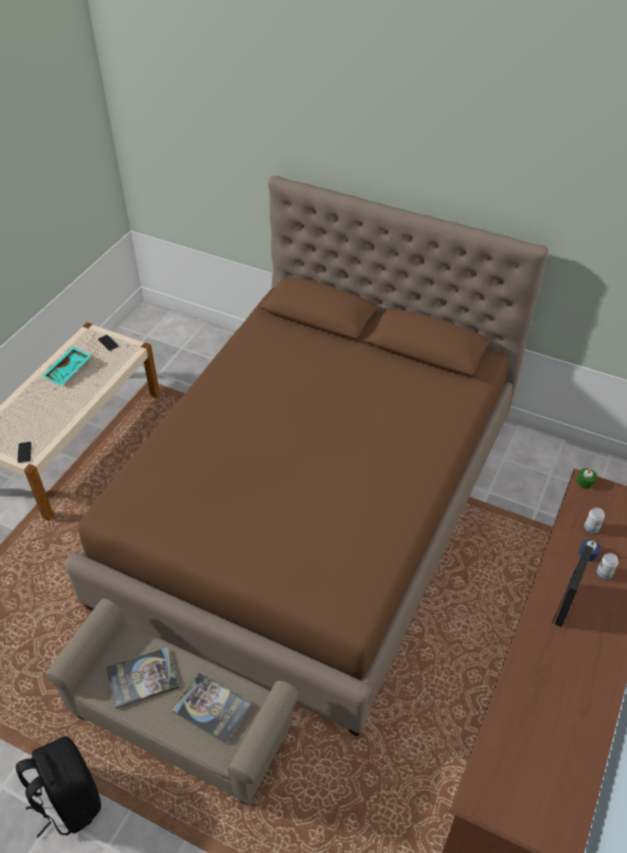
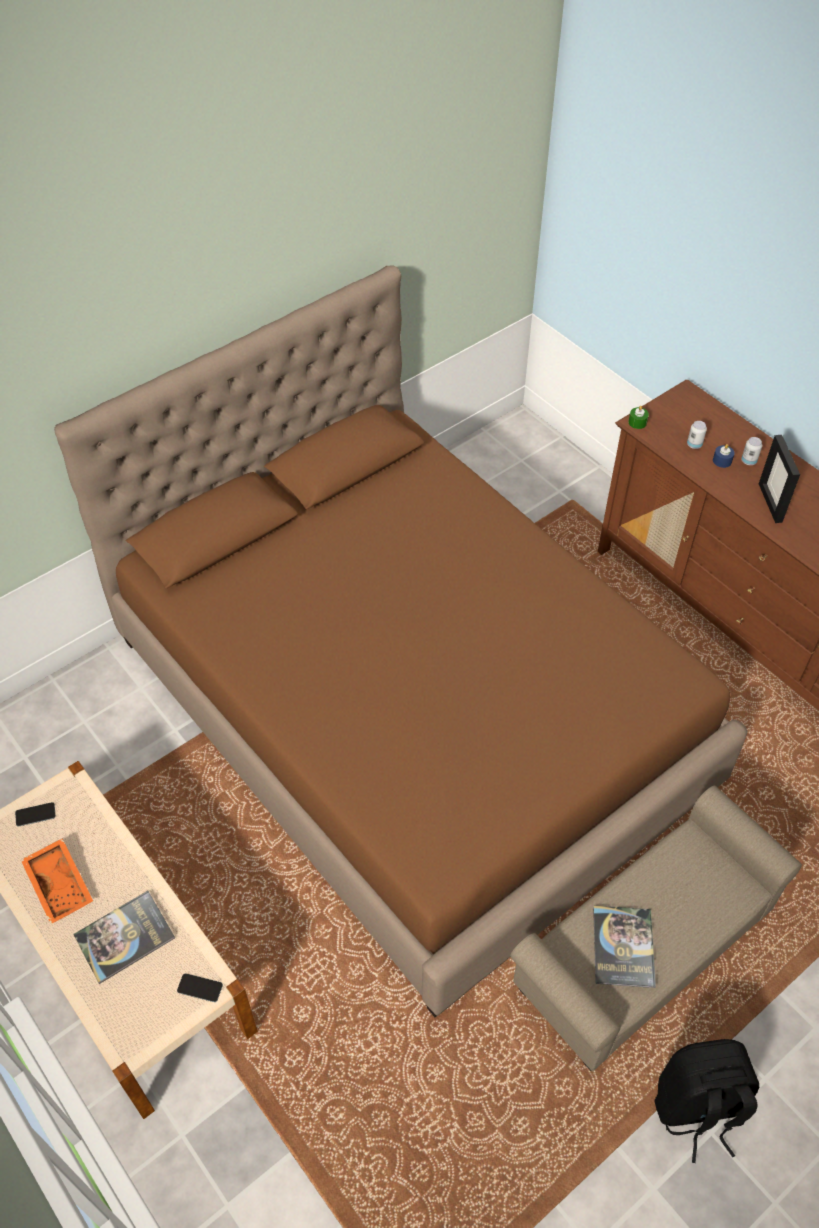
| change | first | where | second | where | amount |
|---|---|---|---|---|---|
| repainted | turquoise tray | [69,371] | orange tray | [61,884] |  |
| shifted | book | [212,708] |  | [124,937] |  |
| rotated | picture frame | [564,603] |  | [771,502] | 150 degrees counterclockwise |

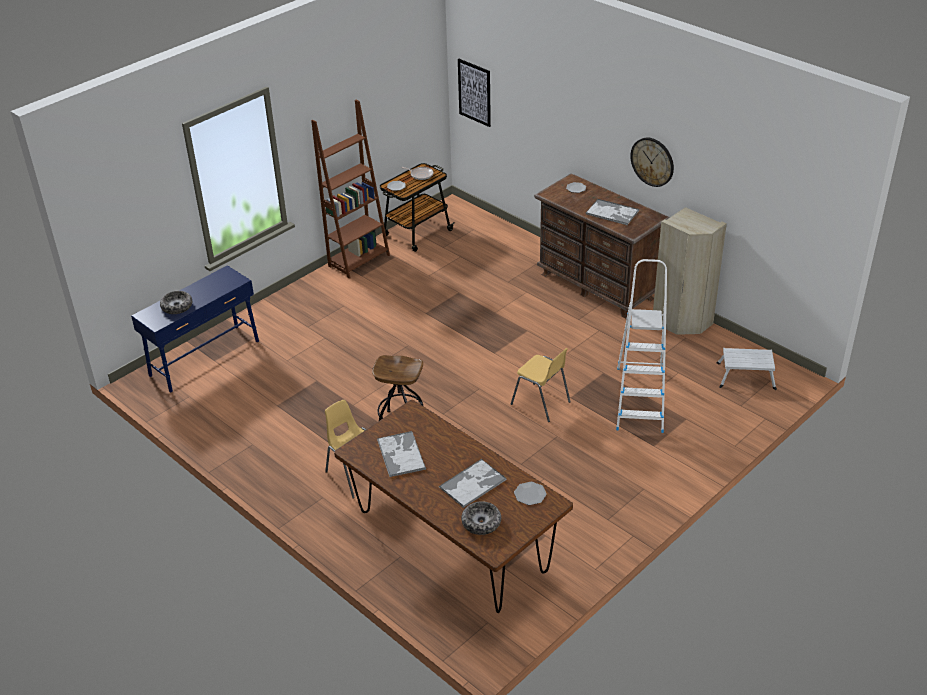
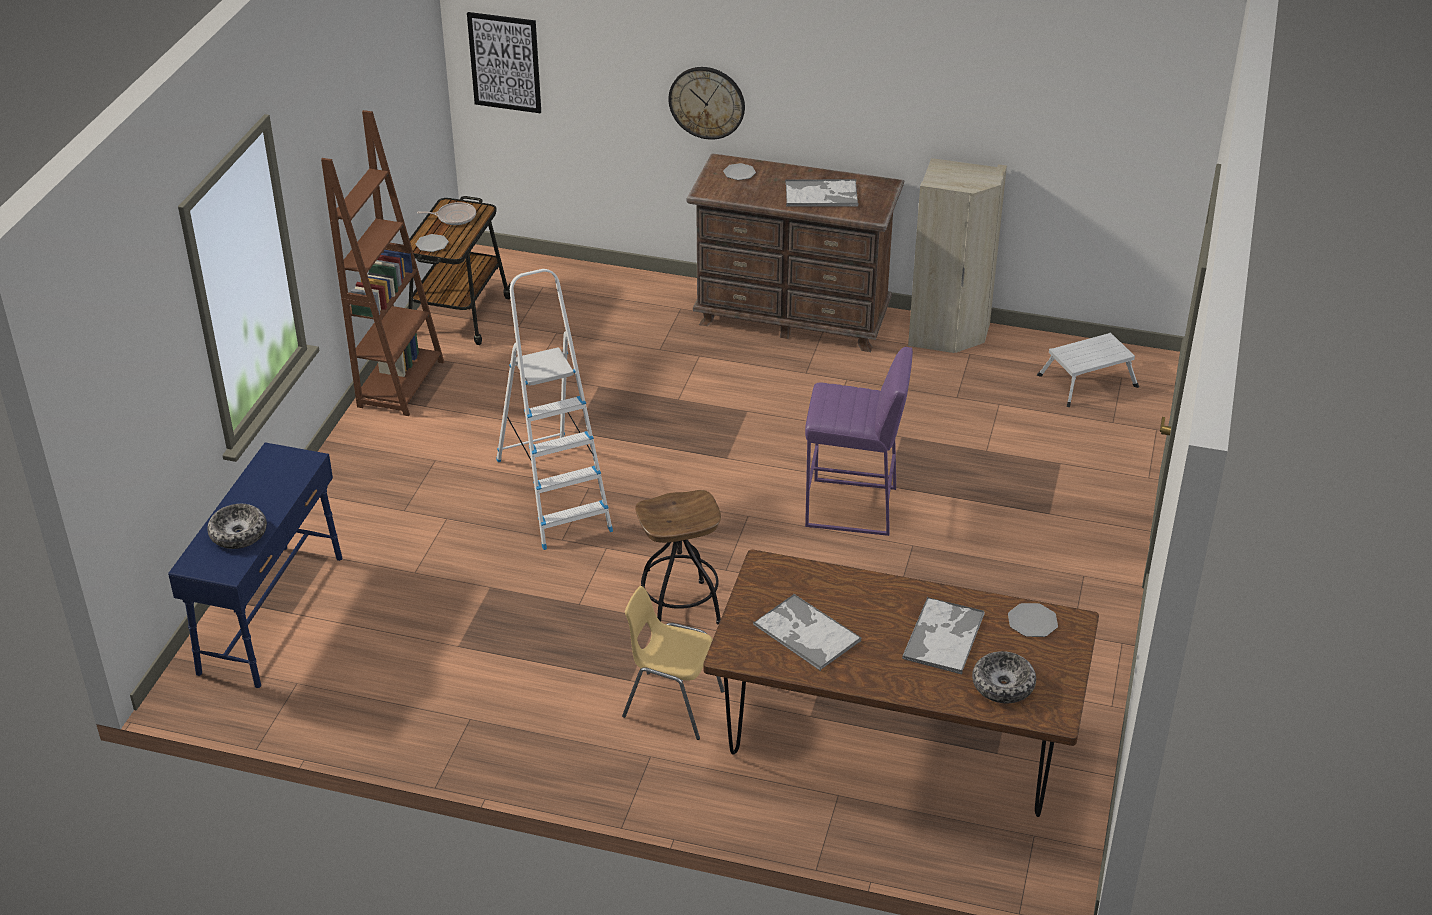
| change | first | where | second | where | amount |
|---|---|---|---|---|---|
| shifted | white step ladder | [639,399] |  | [554,495] |  |
| shifted | wall clock | [652,161] |  | [707,102] |  |
| swapped | yellow chair | [541,403] | purple stool | [853,507] |  |

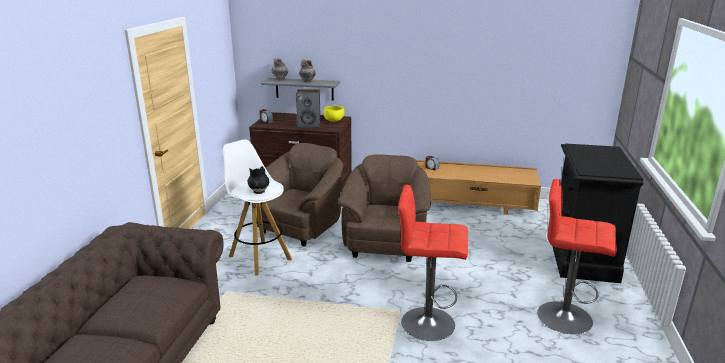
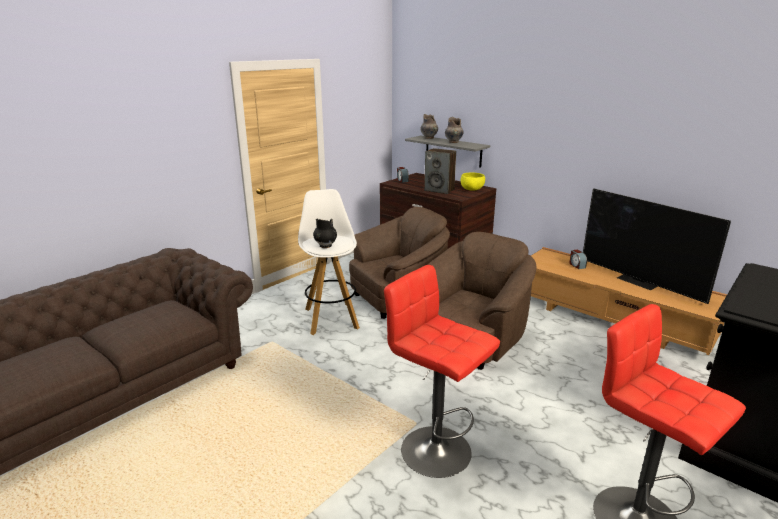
| change | first | where | second | where | amount |
|---|---|---|---|---|---|
| new |  |  | television | [639,281] |  |

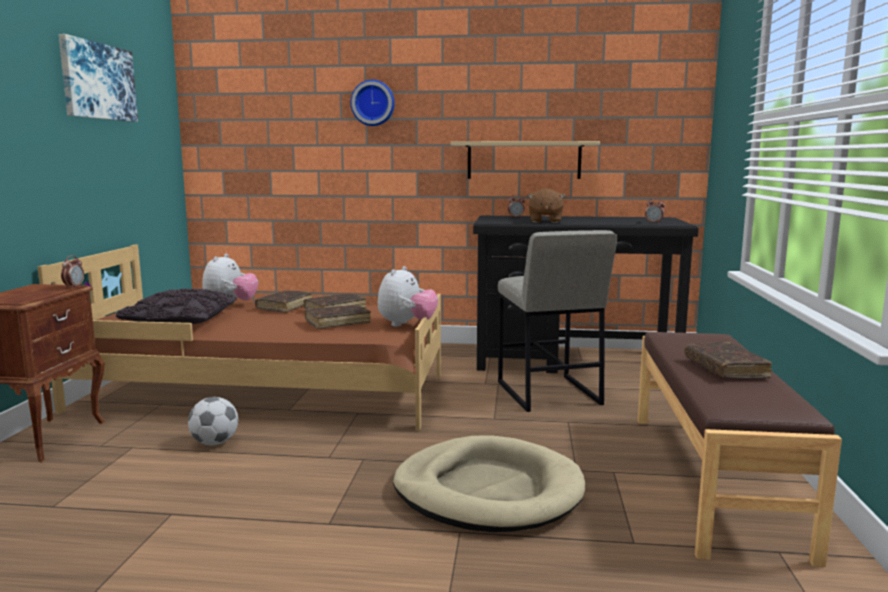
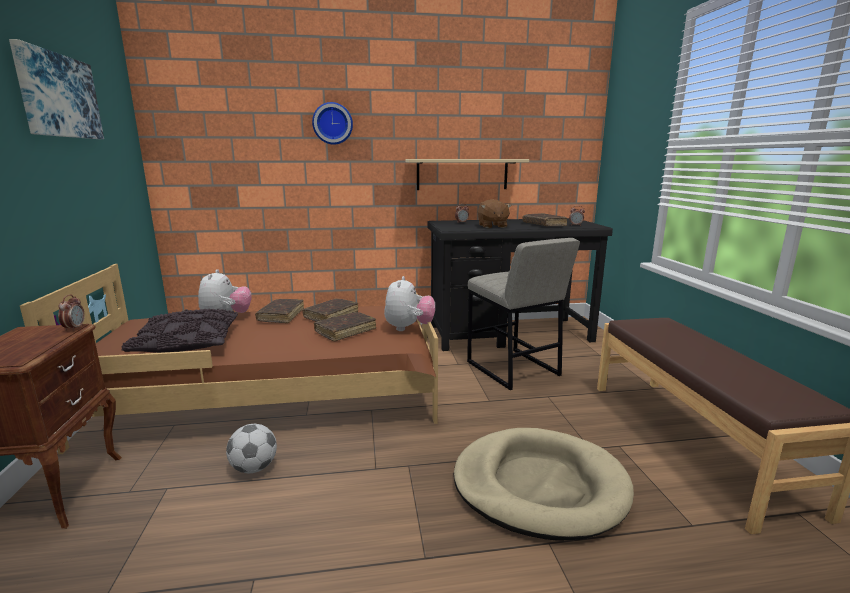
| change | first | where | second | where | amount |
|---|---|---|---|---|---|
| shifted | brown book | [725,369] |  | [544,225] |  |

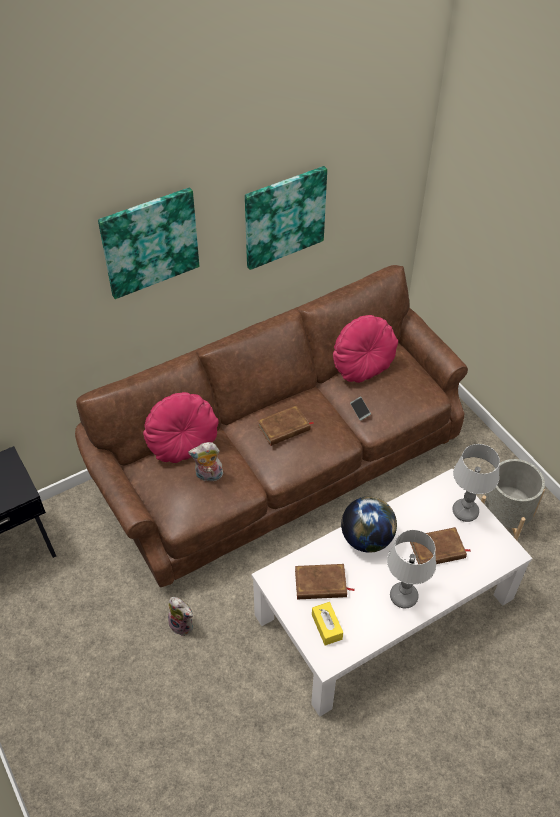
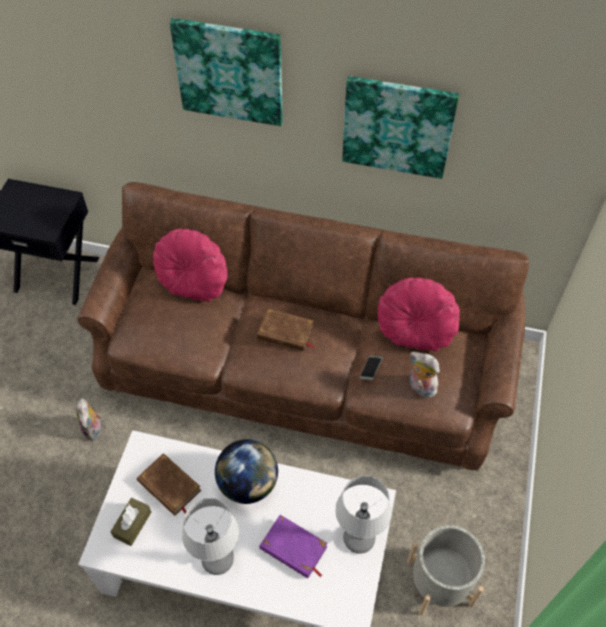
| change | first | where | second | where | amount |
|---|---|---|---|---|---|
| repainted | yellow tissue box | [326,627] | brown tissue box | [132,524] |  |
| repainted | brown book | [437,550] | purple book | [293,548] |  |
| shifted | plush toy | [208,476] |  | [420,387] |  |

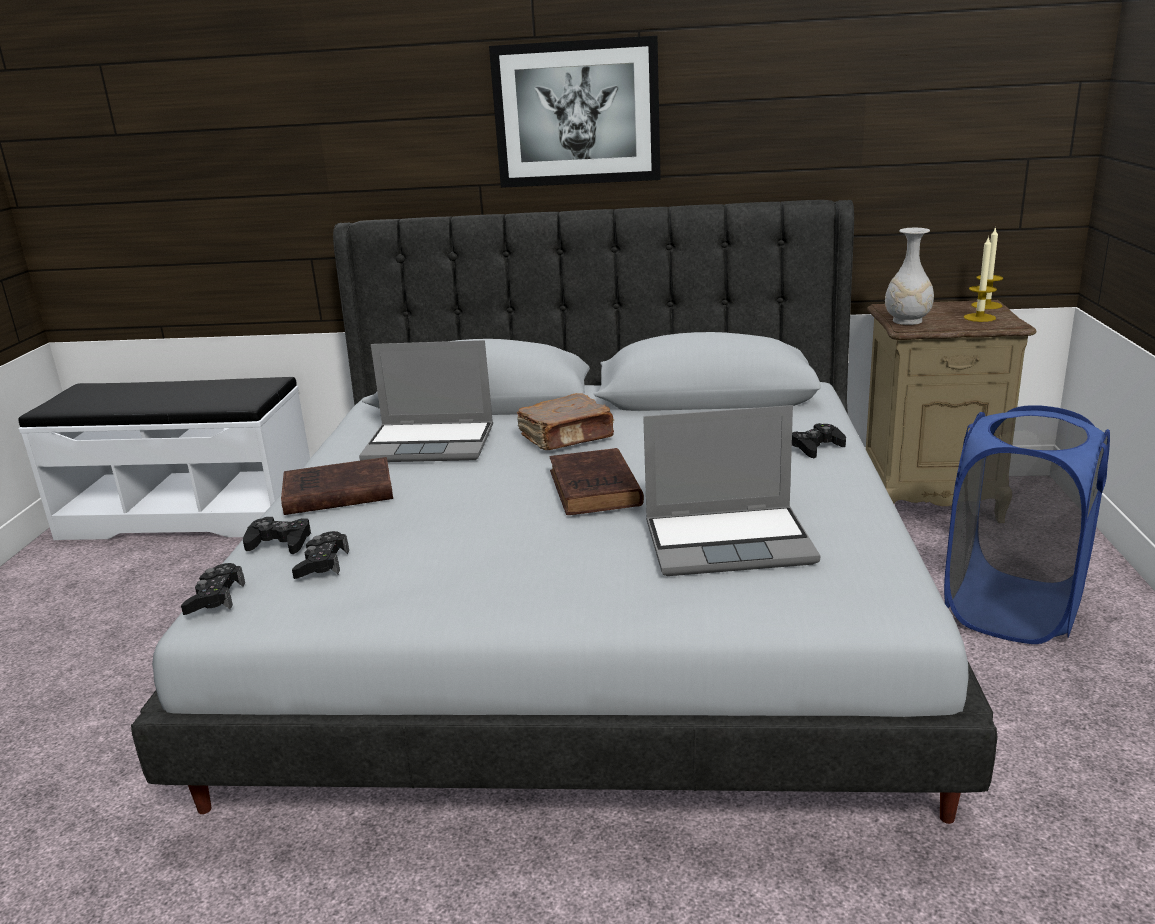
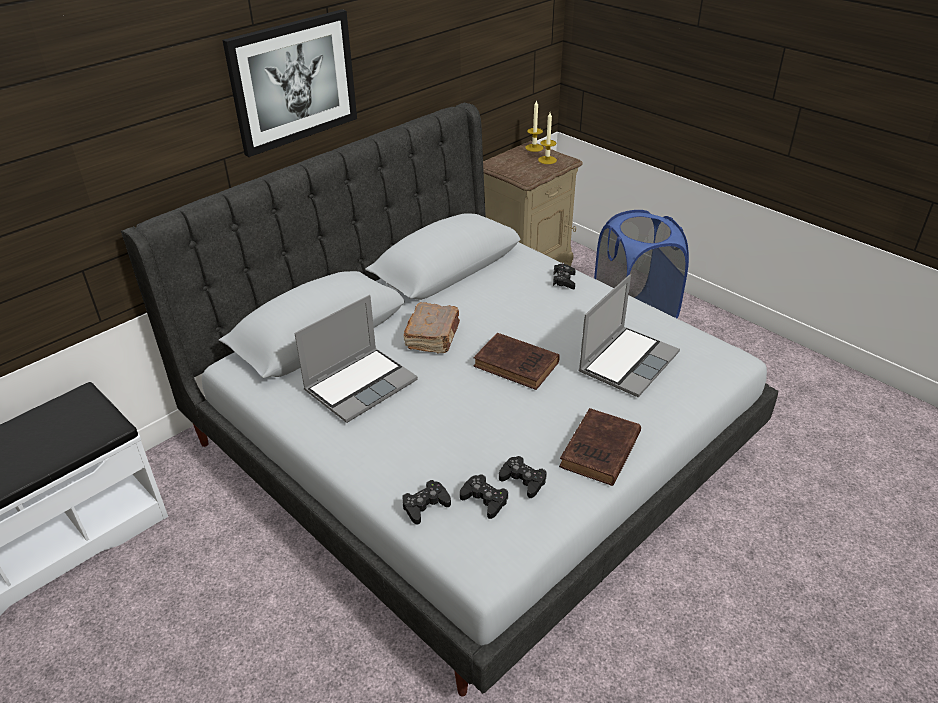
| change | first | where | second | where | amount |
|---|---|---|---|---|---|
| shifted | black game controller | [215,598] |  | [523,480] |  |
| shifted | brown book | [335,494] |  | [599,452] |  |
| gone | white vase | [906,321] |  |  |  |

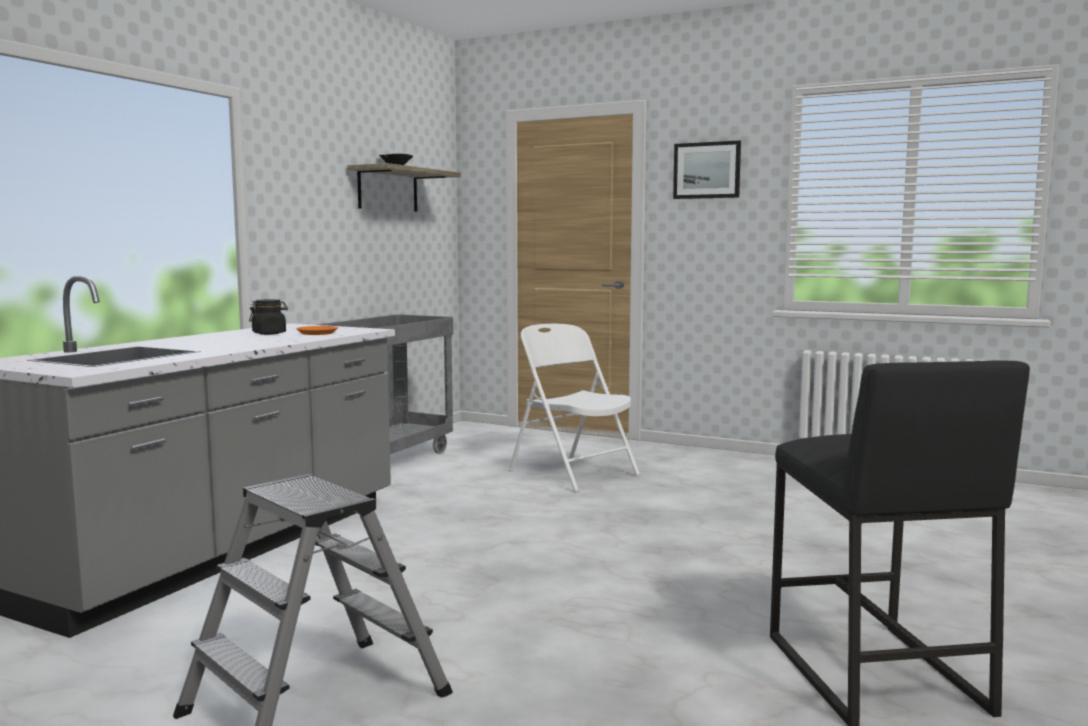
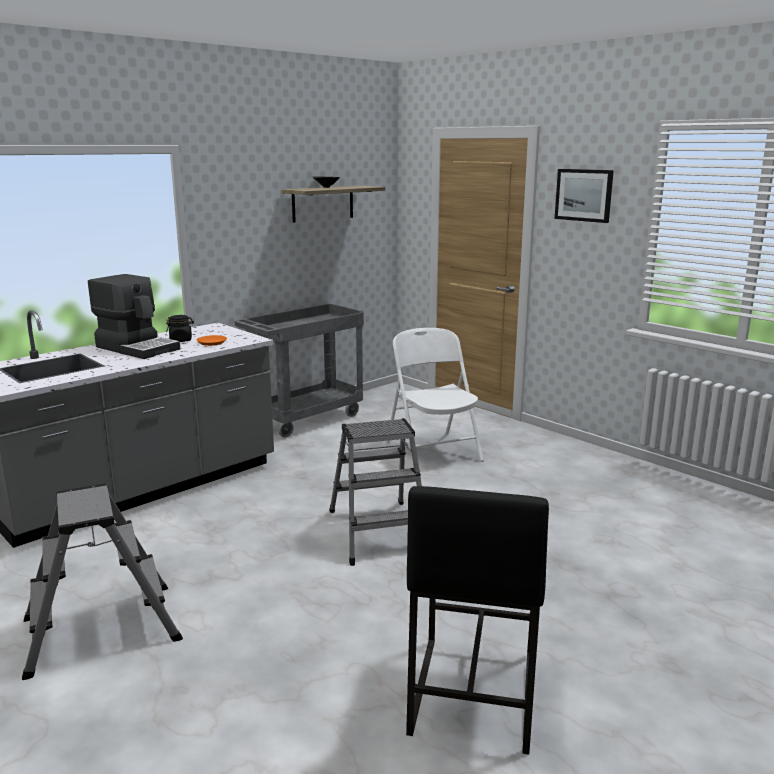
| change | first | where | second | where | amount |
|---|---|---|---|---|---|
| new |  |  | coffee machine | [138,348] |  |
| new |  |  | grey step ladder | [378,530] |  |

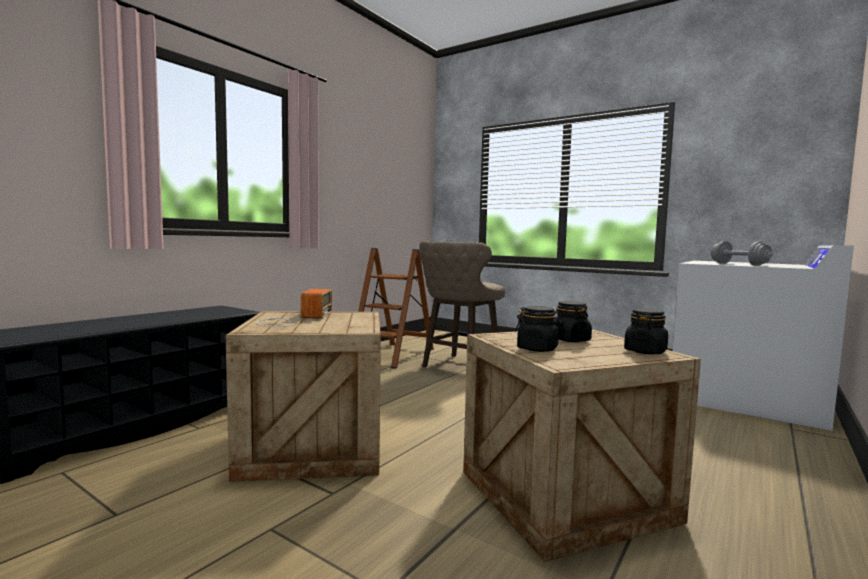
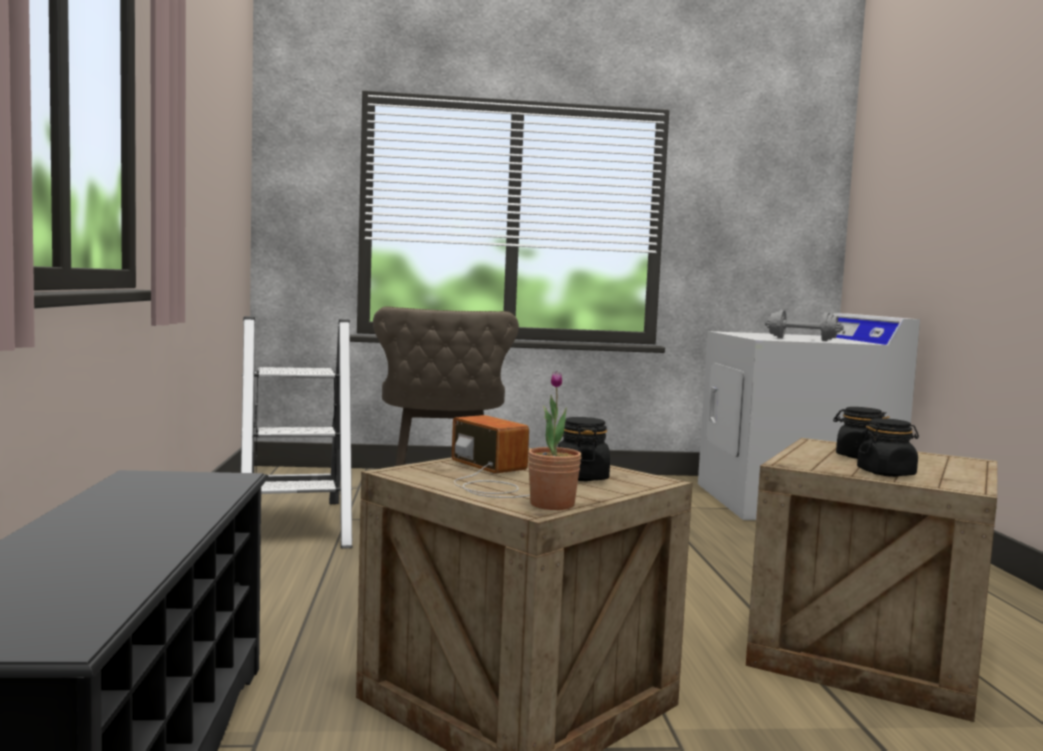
| change | first | where | second | where | amount |
|---|---|---|---|---|---|
| repainted | brown step ladder | [394,354] | grey step ladder | [294,524] |  |
| new |  |  | potted plant | [552,505] |  |
| shifted | black jar | [645,351] |  | [581,477] |  |

